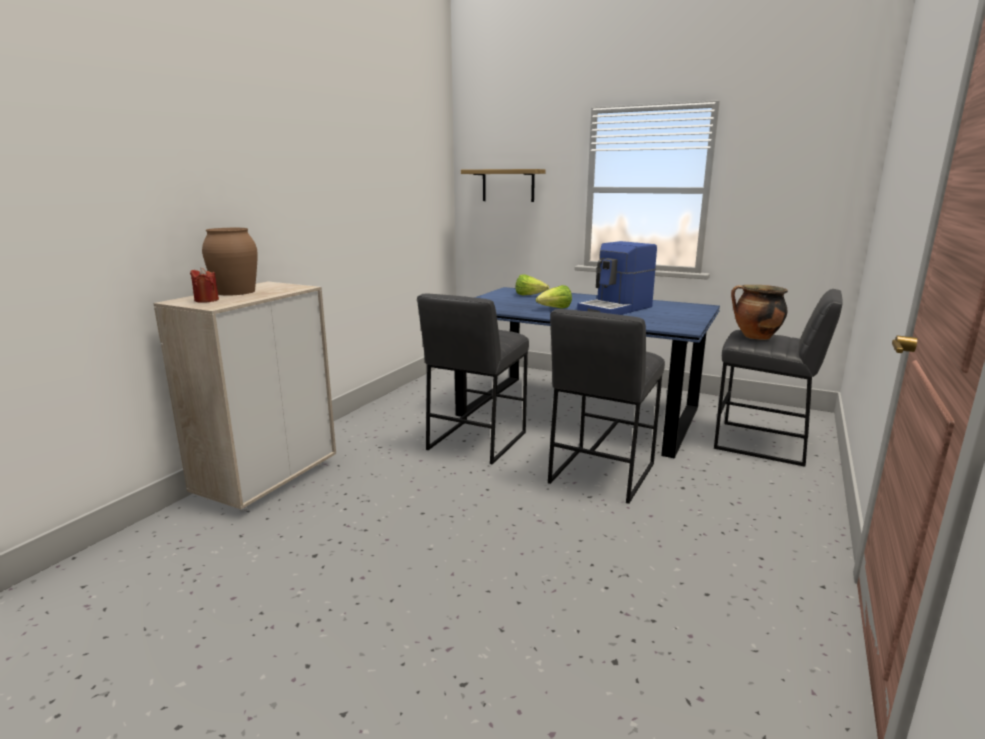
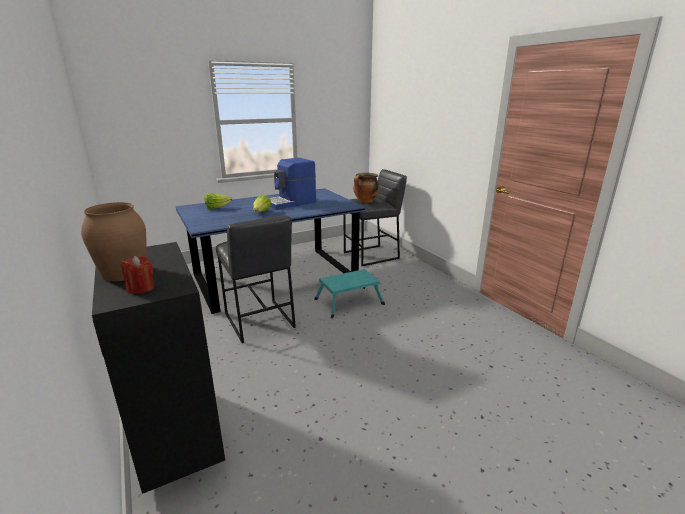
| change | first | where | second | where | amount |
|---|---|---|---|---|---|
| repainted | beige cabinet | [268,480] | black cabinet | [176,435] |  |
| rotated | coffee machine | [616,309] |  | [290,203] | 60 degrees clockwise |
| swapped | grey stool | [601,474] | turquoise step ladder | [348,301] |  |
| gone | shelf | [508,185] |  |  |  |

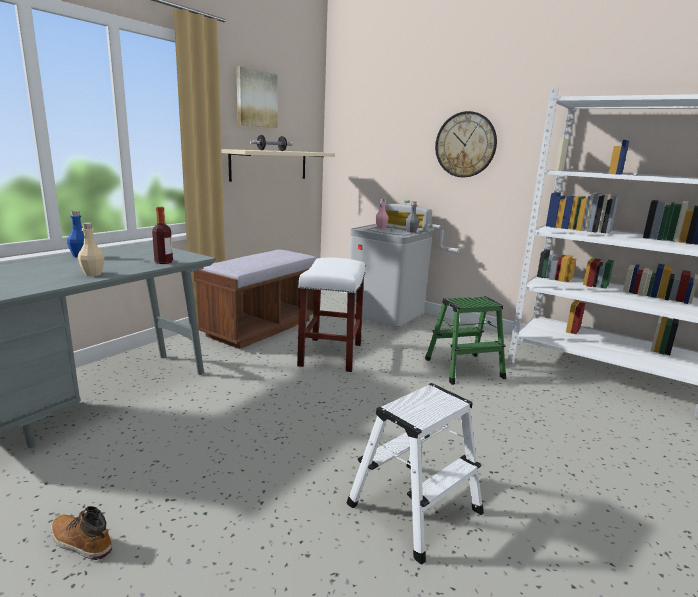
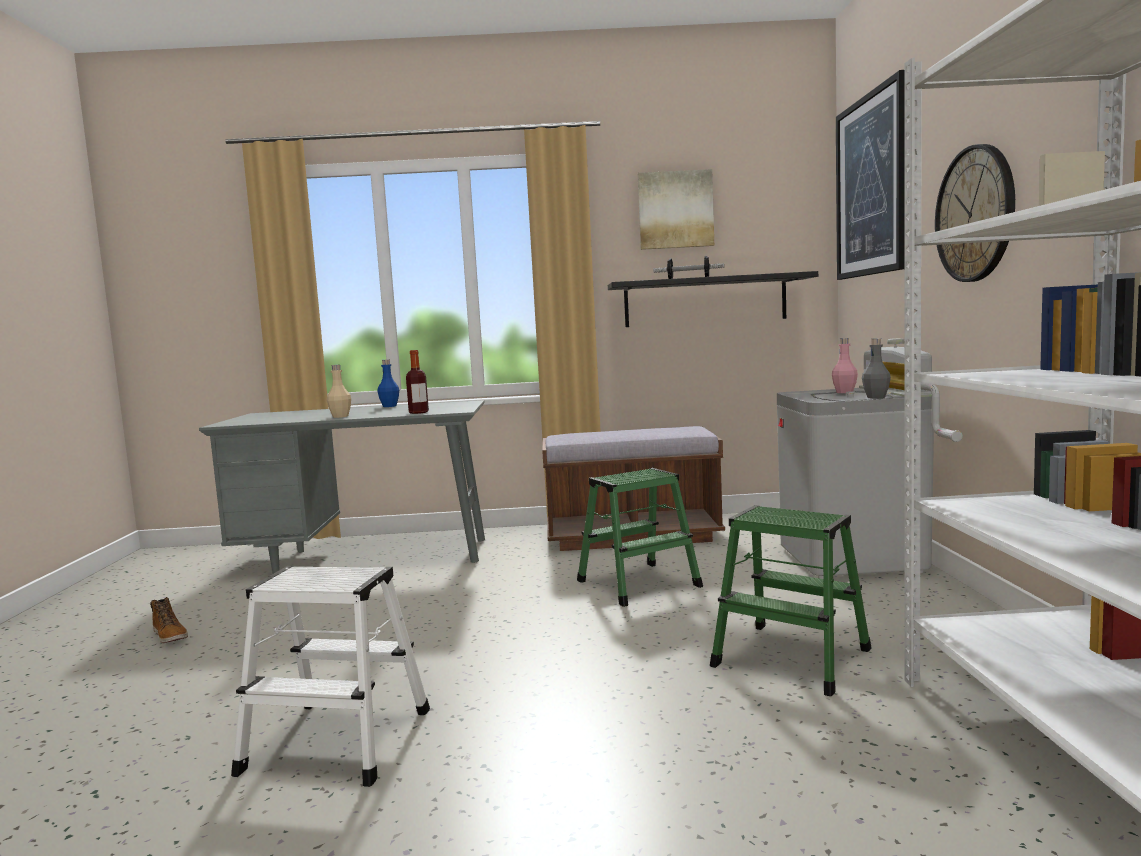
| change | first | where | second | where | amount |
|---|---|---|---|---|---|
| rotated | boot | [81,542] |  | [170,636] | 150 degrees clockwise |
| swapped | white stool | [331,355] | green step ladder | [637,583] |  |
| repainted | beige shelf | [269,165] | black shelf | [705,301] |  |
| new |  |  | picture | [870,186] |  |

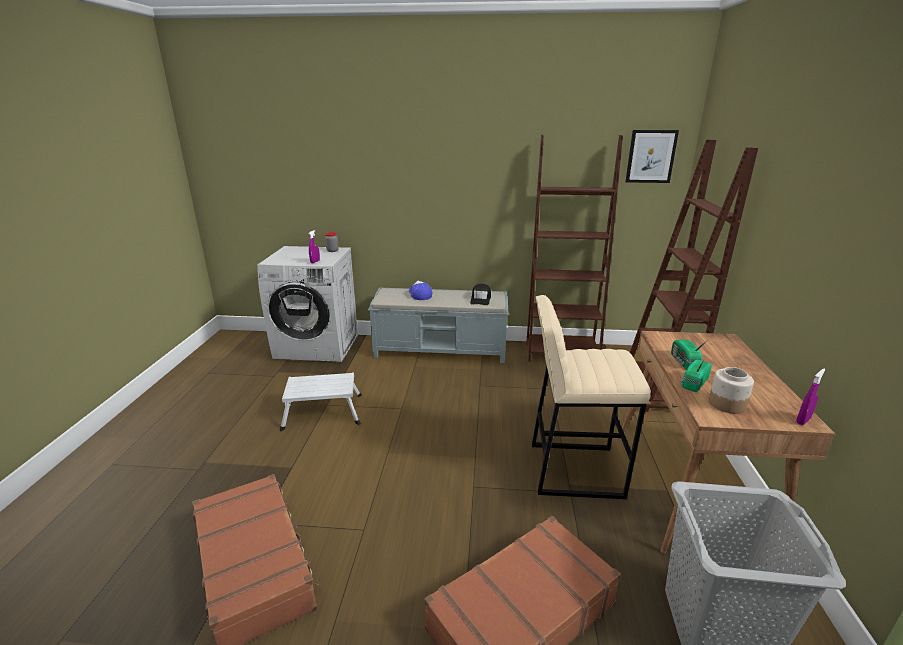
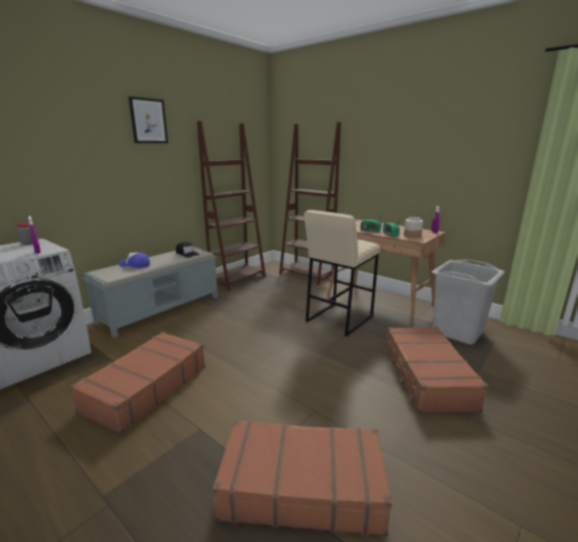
| change | first | where | second | where | amount |
|---|---|---|---|---|---|
| swapped | white step ladder | [322,412] | brown suitcase | [145,387] |  |
| shifted | picture | [651,156] |  | [148,121] |  |

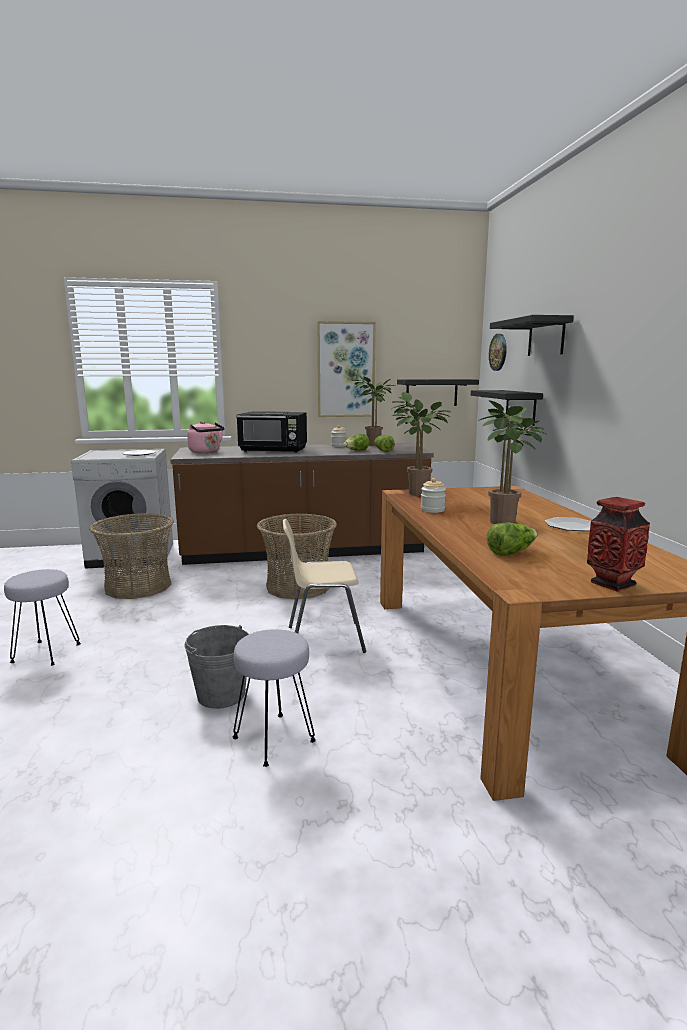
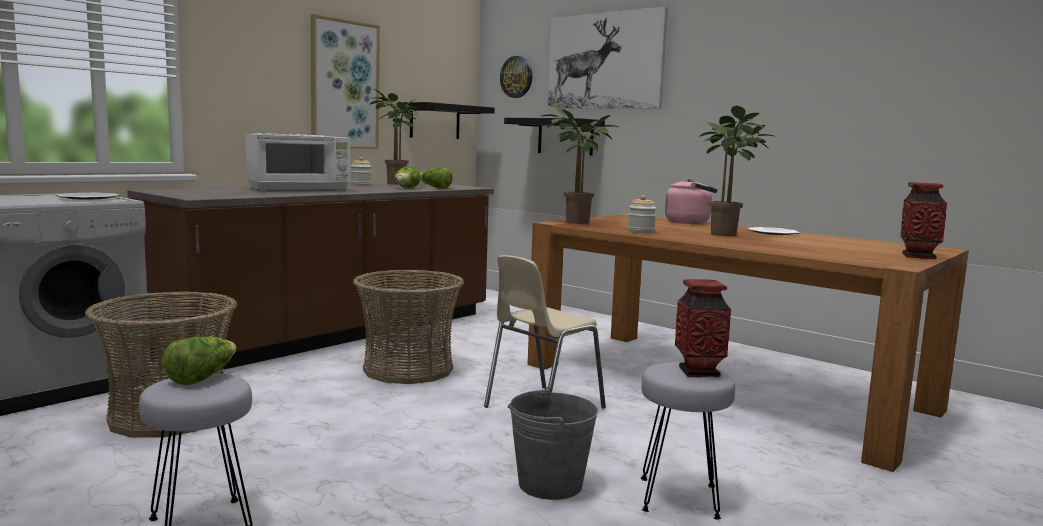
| change | first | where | second | where | amount |
|---|---|---|---|---|---|
| shifted | lettuce | [511,552] |  | [201,377] |  |
| repainted | black microwave | [274,450] | white microwave | [300,190] |  |
| swapped | black shelf | [546,337] | picture | [605,61] |  |
| shifted | pink kettle | [206,452] |  | [690,222] |  |
| new |  |  | vase | [698,372] |  |

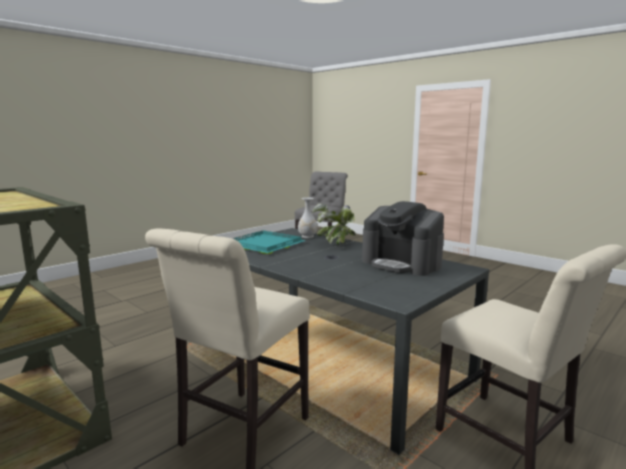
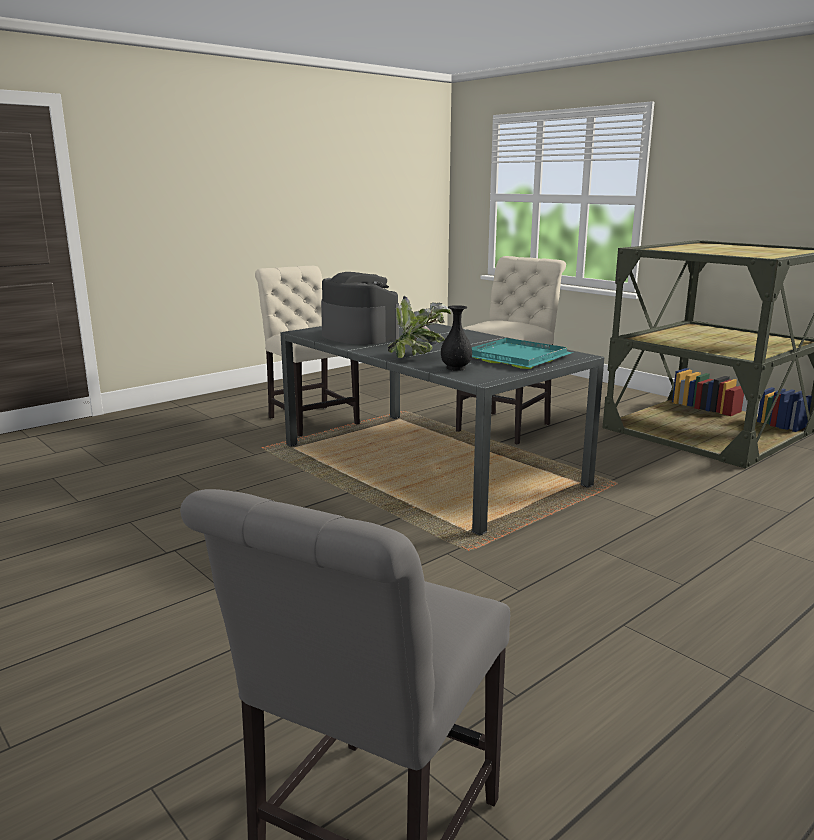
| change | first | where | second | where | amount |
|---|---|---|---|---|---|
| repainted | white vase | [307,236] | black vase | [456,368] |  |

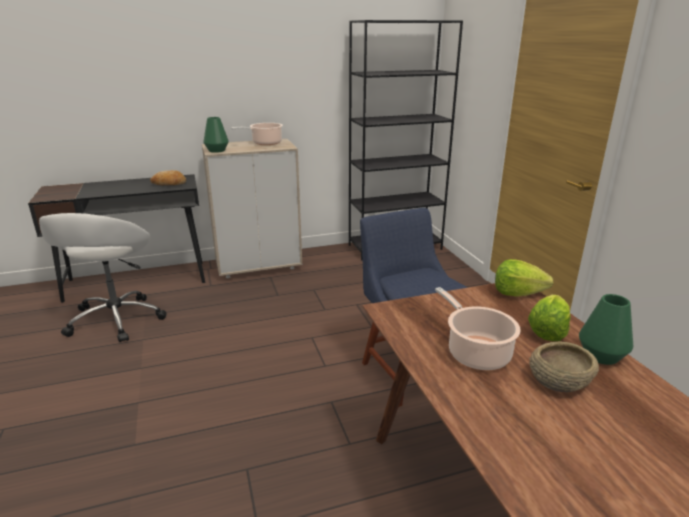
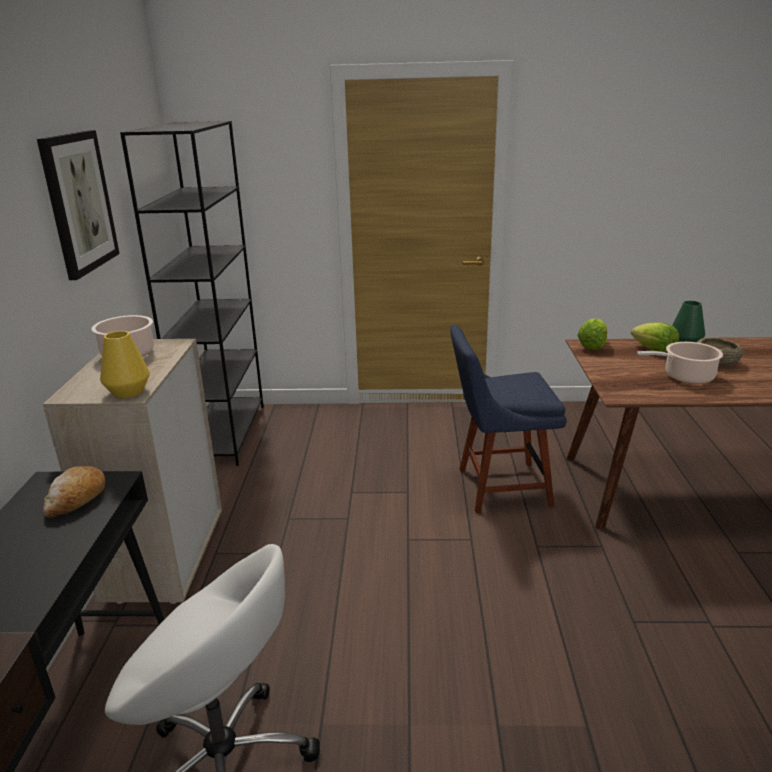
| change | first | where | second | where | amount |
|---|---|---|---|---|---|
| new |  |  | picture | [78,203] |  |
| repainted | green vase | [217,150] | yellow vase | [128,392] |  |

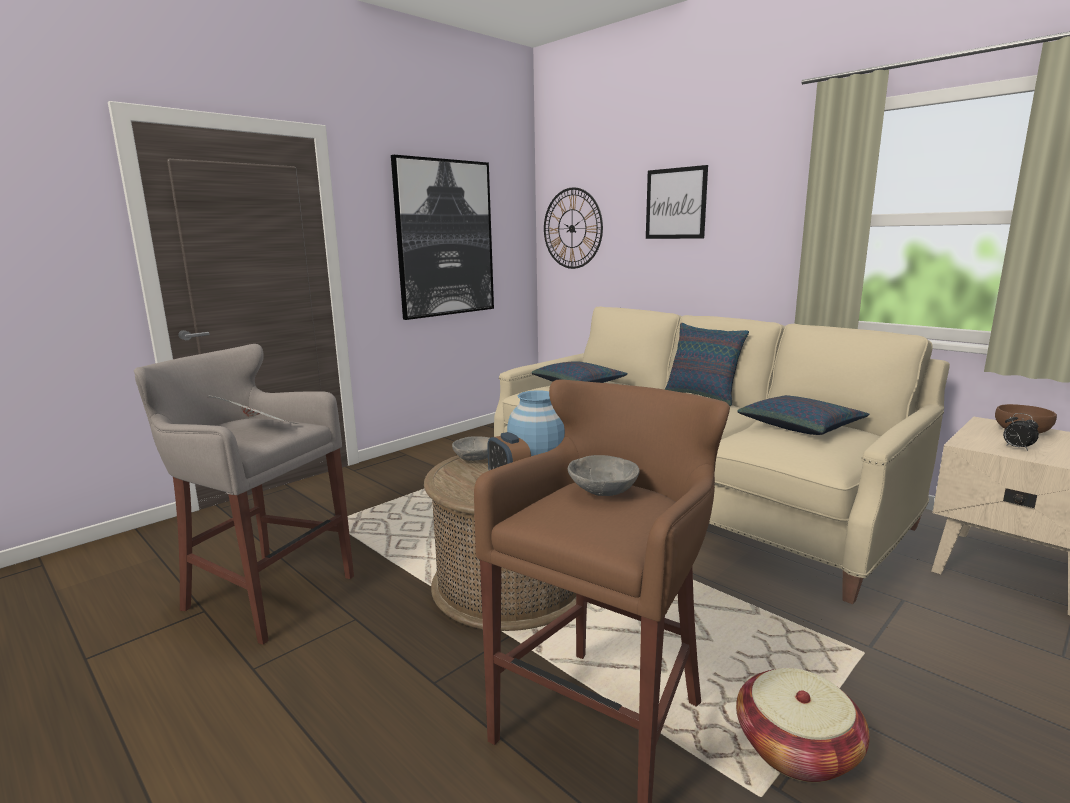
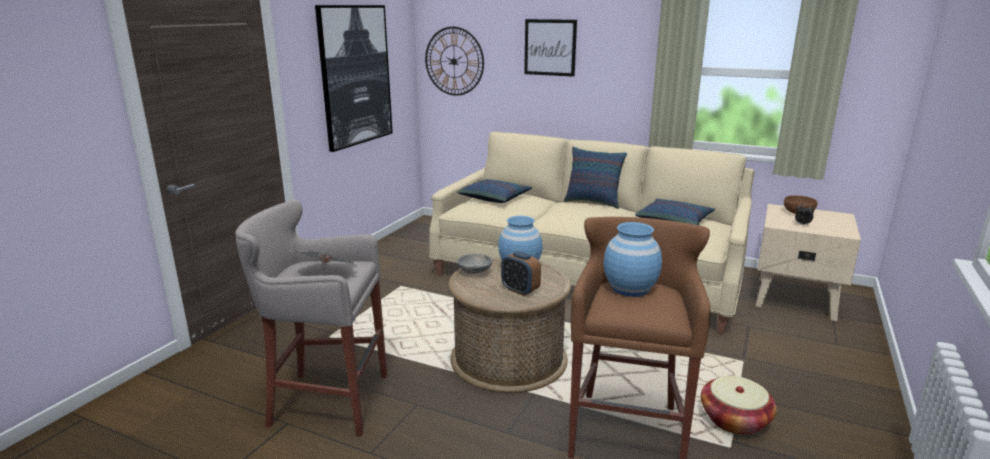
| change | first | where | second | where | amount |
|---|---|---|---|---|---|
| swapped | grey bowl | [602,492] | blue vase | [630,288] |  |

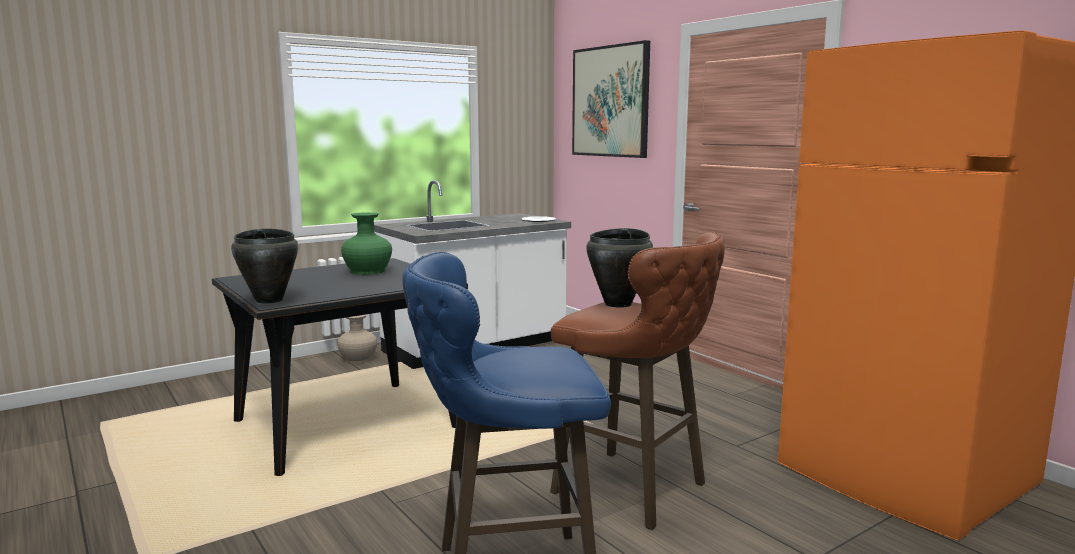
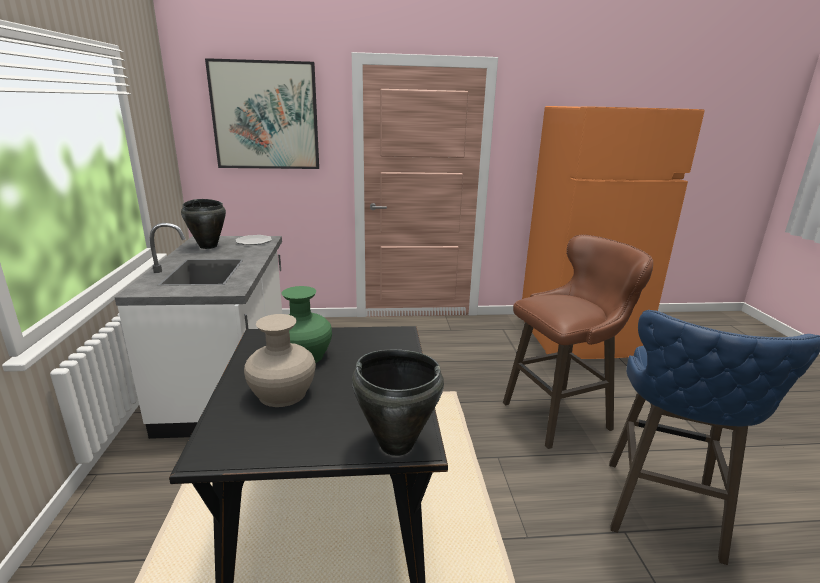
| change | first | where | second | where | amount |
|---|---|---|---|---|---|
| shifted | black cooking pot | [618,304] |  | [208,246] |  |
| shifted | beige vase | [358,359] |  | [282,393] |  |

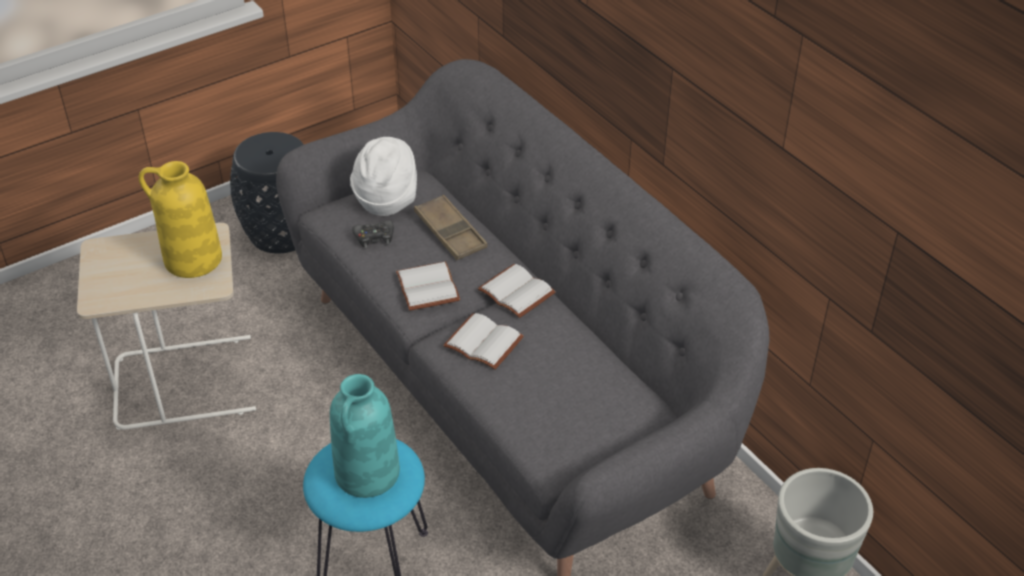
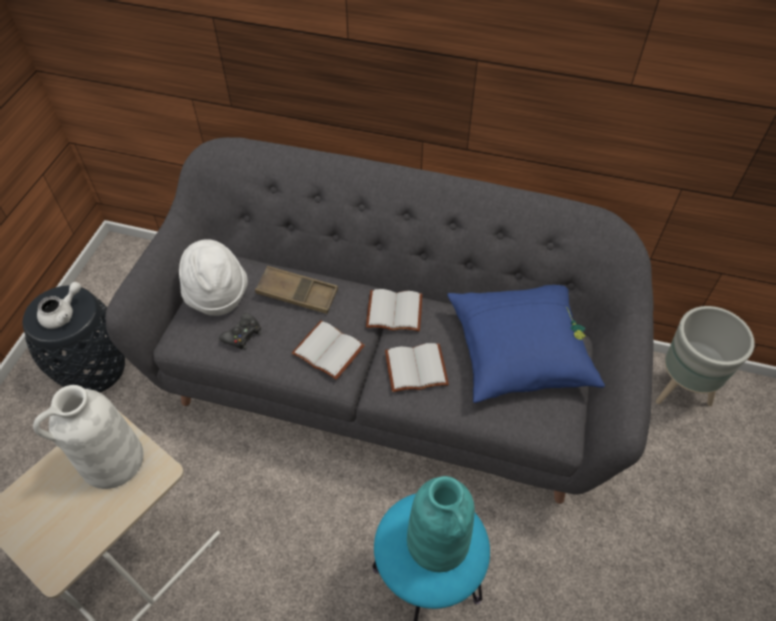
| change | first | where | second | where | amount |
|---|---|---|---|---|---|
| repainted | yellow vase | [192,260] | white vase | [112,461] |  |
| new |  |  | white teapot | [63,314] |  |
| new |  |  | blue pillow | [518,352] |  |

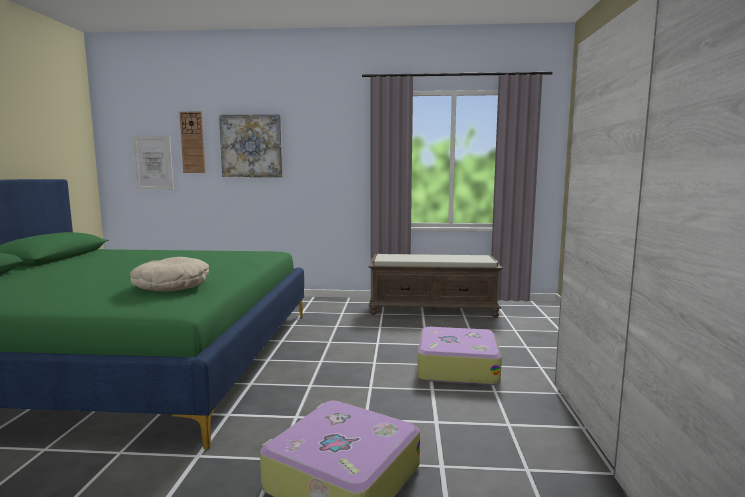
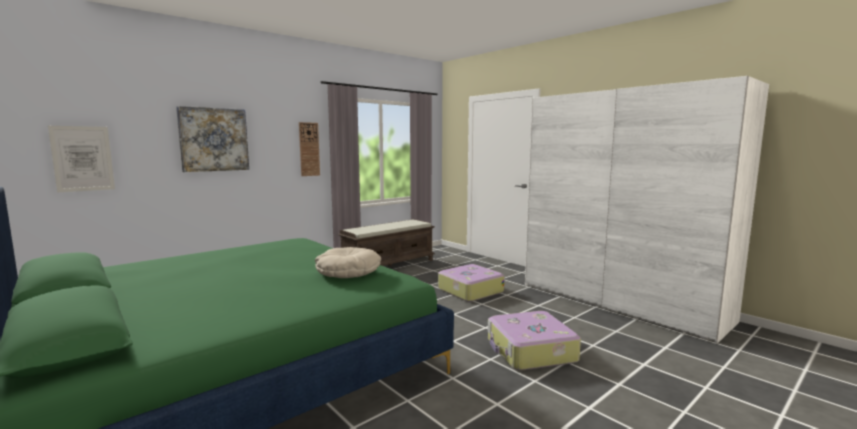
| change | first | where | second | where | amount |
|---|---|---|---|---|---|
| shifted | wall clock | [193,142] |  | [309,149] |  |

